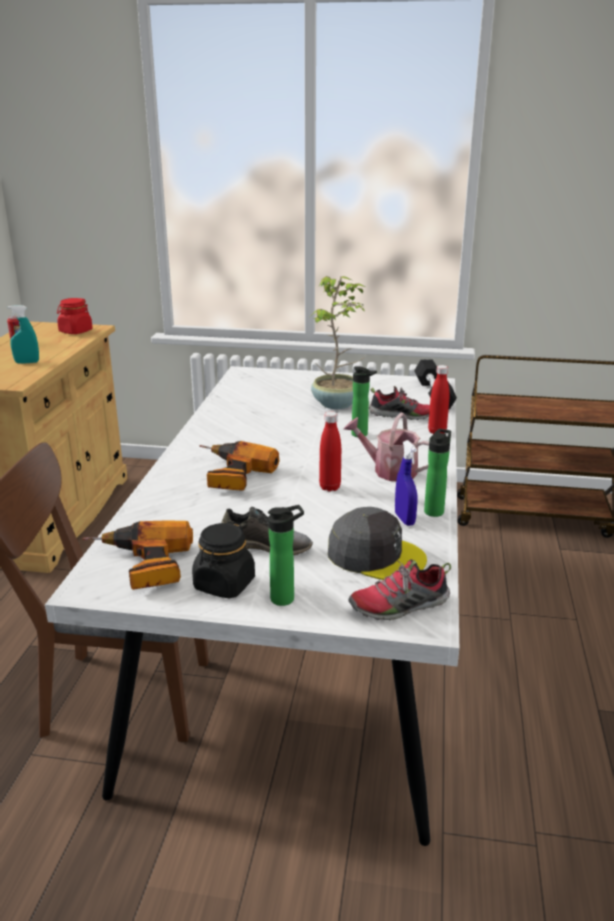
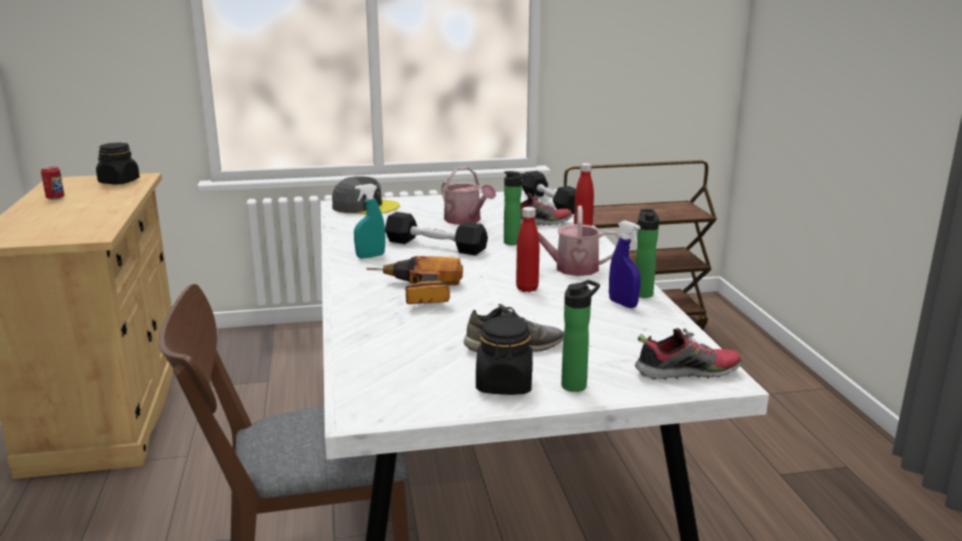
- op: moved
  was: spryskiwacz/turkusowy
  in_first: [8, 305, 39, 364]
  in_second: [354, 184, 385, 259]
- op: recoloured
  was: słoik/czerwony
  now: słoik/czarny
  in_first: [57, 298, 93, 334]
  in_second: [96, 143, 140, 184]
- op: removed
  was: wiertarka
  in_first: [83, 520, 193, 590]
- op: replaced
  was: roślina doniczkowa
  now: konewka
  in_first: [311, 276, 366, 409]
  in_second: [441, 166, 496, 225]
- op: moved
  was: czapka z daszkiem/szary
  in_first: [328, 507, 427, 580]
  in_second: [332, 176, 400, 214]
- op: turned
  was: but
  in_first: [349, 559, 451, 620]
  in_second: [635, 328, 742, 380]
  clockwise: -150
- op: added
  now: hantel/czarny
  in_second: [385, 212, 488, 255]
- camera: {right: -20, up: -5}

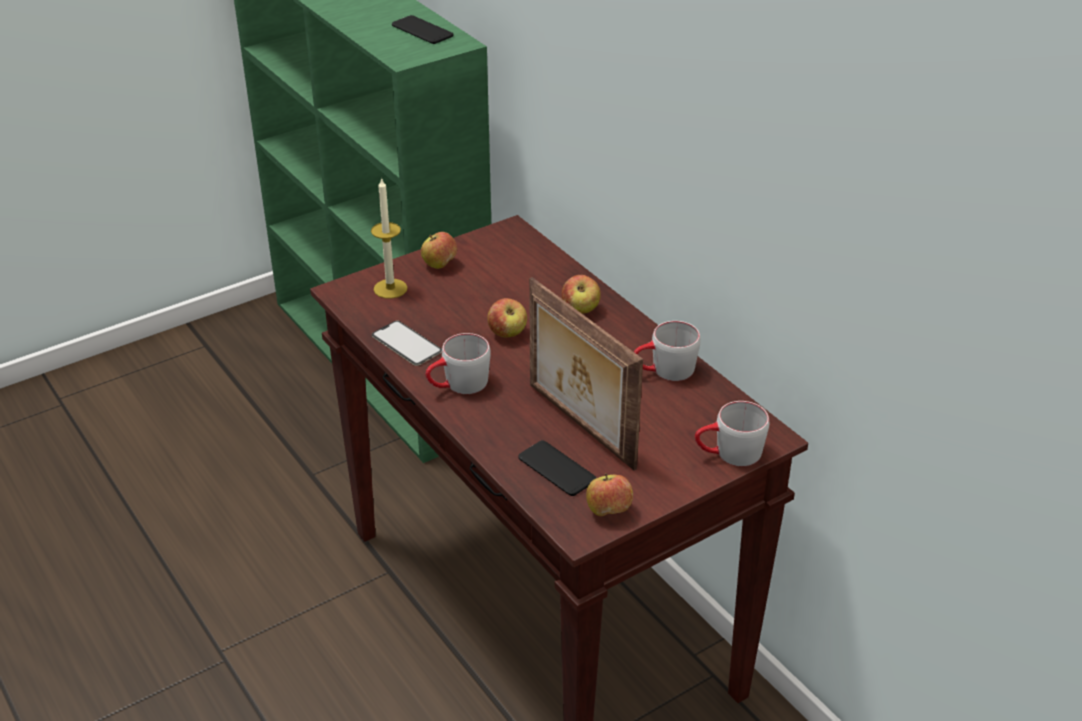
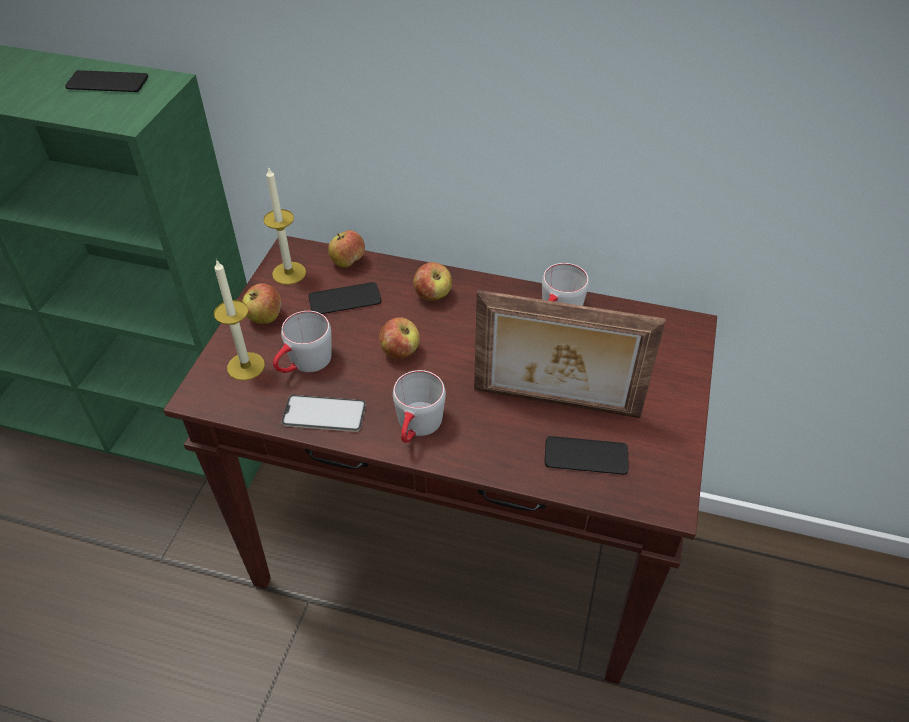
- op: moved
  was: jabłko
  in_first: [586, 473, 633, 516]
  in_second: [328, 230, 365, 268]
- op: moved
  was: kubek/szary
  in_first: [695, 401, 770, 466]
  in_second: [273, 311, 332, 373]
- op: added
  now: świeca
  in_second: [263, 168, 306, 285]
- op: added
  now: telefon
  in_second: [309, 282, 381, 314]
- camera: {right: -40, up: 10}

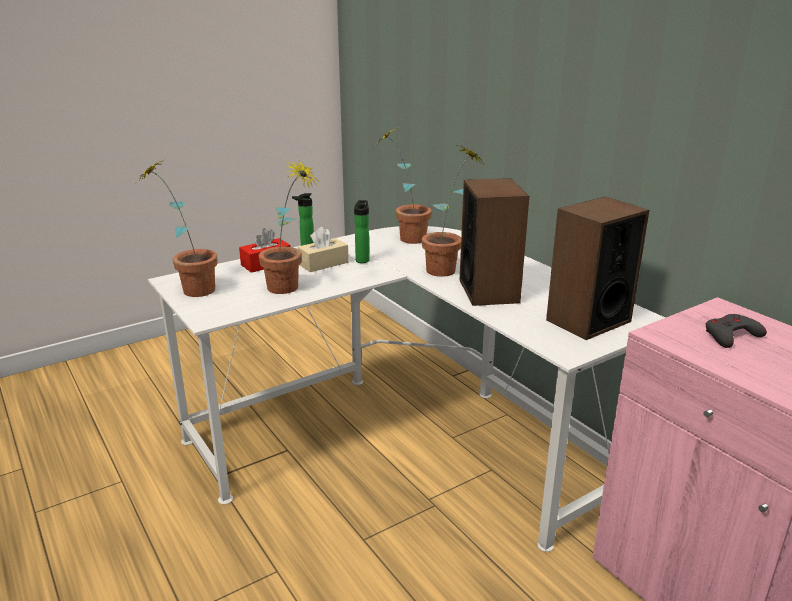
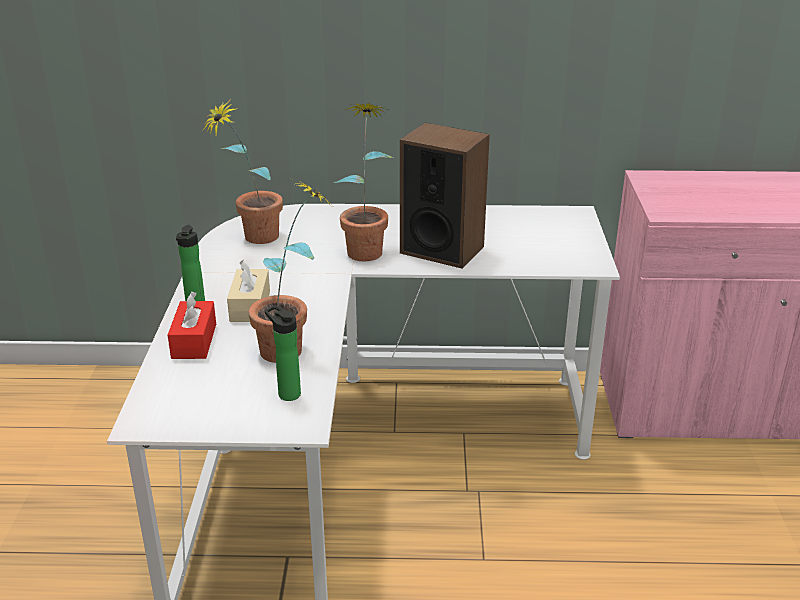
- op: removed
  was: roślina doniczkowa
  in_first: [138, 157, 217, 297]
- op: moved
  was: butelka
  in_first: [354, 200, 370, 263]
  in_second: [265, 305, 301, 401]
- op: removed
  was: głośnik
  in_first: [546, 197, 649, 340]
- op: removed
  was: pad do gier/szary
  in_first: [706, 314, 767, 348]
- camera: {right: -55, up: 5}

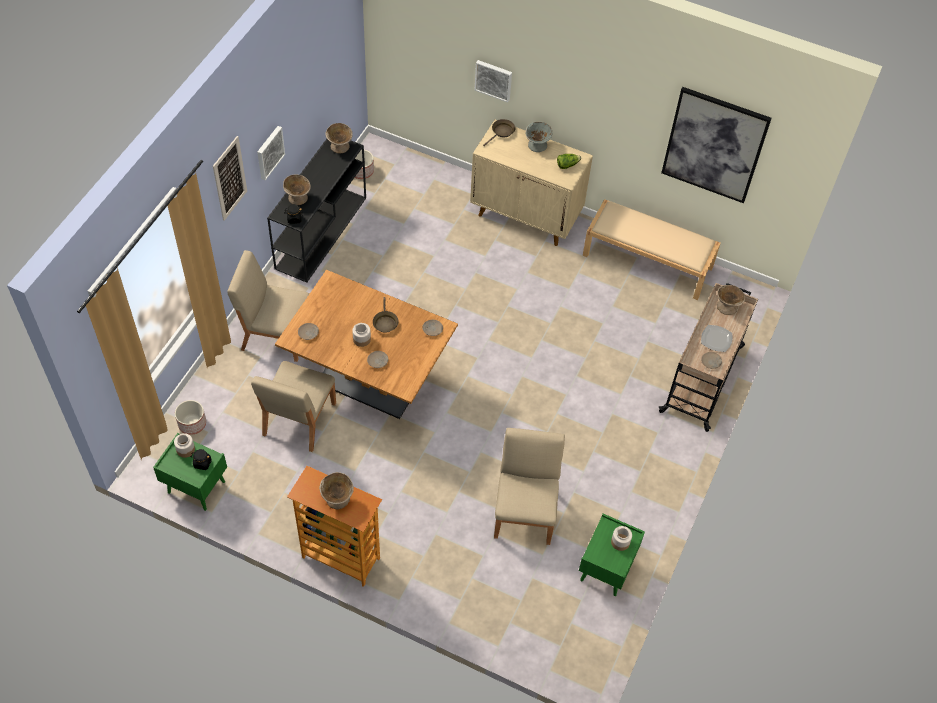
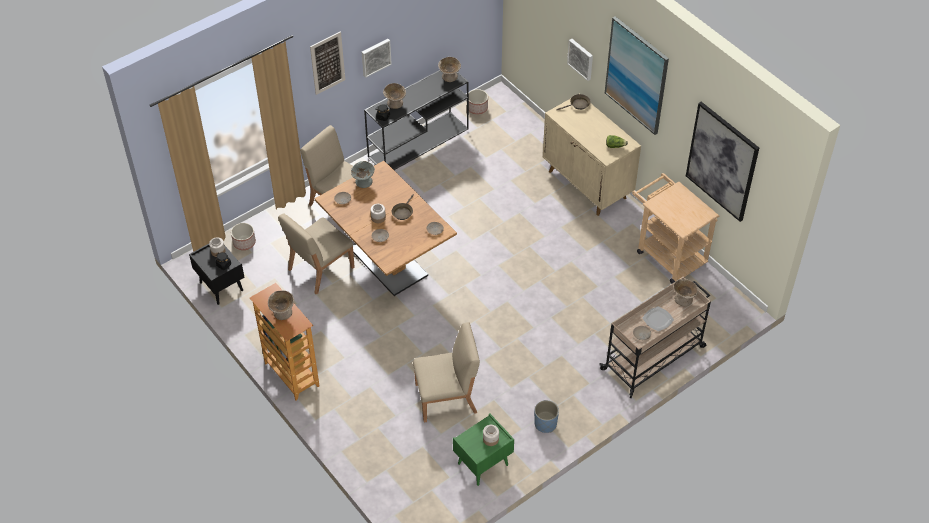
- op: recoloured
  was: szafka nocna/zielony
  now: szafka nocna/czarny
  in_first: [153, 433, 227, 511]
  in_second: [189, 244, 245, 305]
- op: turned
  was: krzesło/beżowy
  in_first: [494, 428, 565, 545]
  in_second: [413, 322, 480, 422]
  clockwise: 45
- op: moved
  was: miska/szary
  in_first: [526, 122, 552, 152]
  in_second: [351, 161, 375, 188]
- op: replaced
  was: ławka/beżowy
  now: wózek/beżowy
  in_first: [583, 199, 721, 300]
  in_second: [632, 173, 719, 284]
- op: added
  now: donica/niebieski
  in_second: [534, 400, 559, 433]
- op: added
  now: obraz
  in_second: [605, 16, 669, 135]
- camera: {right: 30, up: -5}

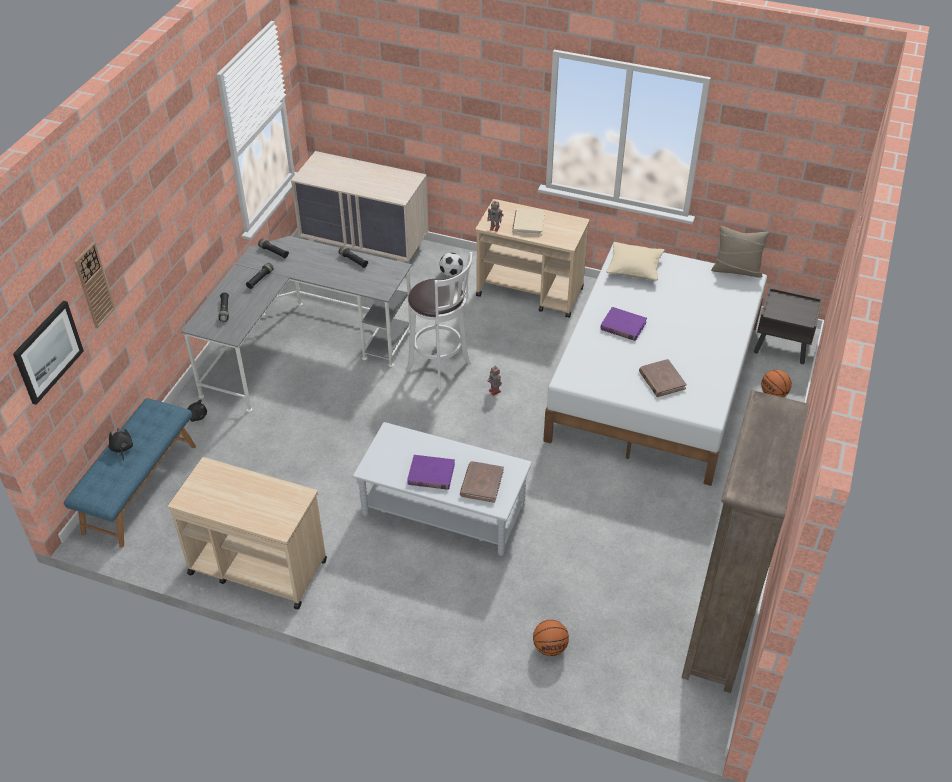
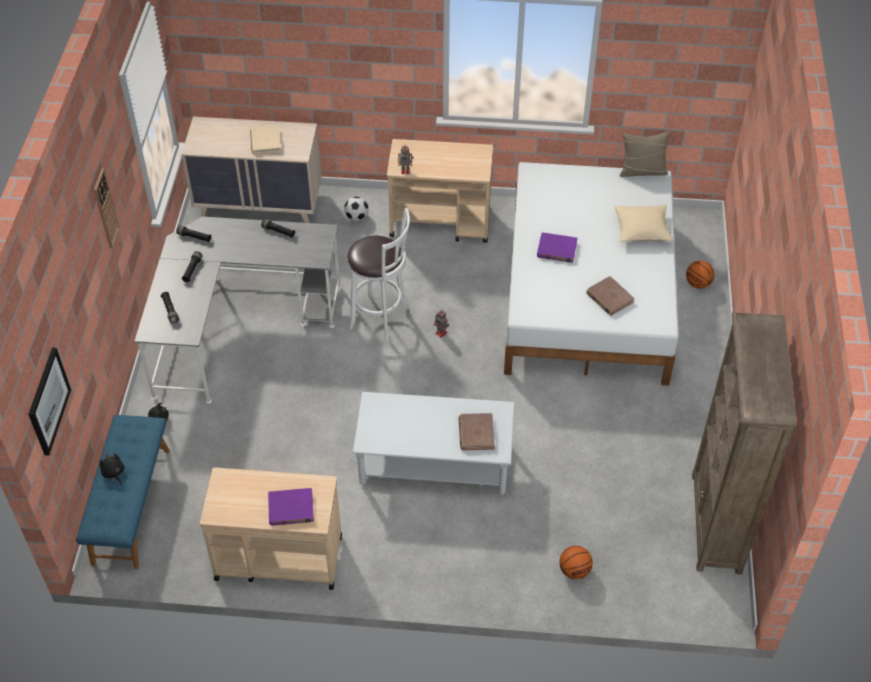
- op: moved
  was: zegar ścienny
  in_first: [74, 242, 115, 328]
  in_second: [94, 169, 119, 248]
- op: moved
  was: książka/fioletowy
  in_first: [407, 455, 455, 490]
  in_second: [268, 488, 314, 526]
- op: moved
  was: książka/beżowy
  in_first: [512, 208, 545, 236]
  in_second: [250, 125, 281, 154]
- op: moved
  was: poduszka/beżowy
  in_first: [606, 242, 664, 281]
  in_second: [615, 205, 672, 242]
- op: removed
  was: szafka nocna/brązowy
  in_first: [754, 287, 823, 364]
- camera: {right: -15, up: 5}

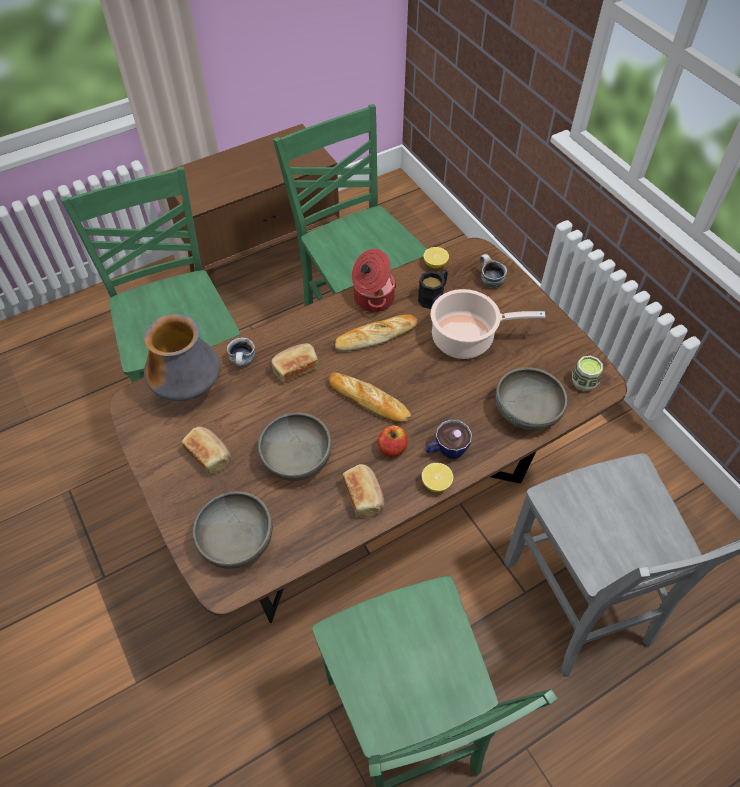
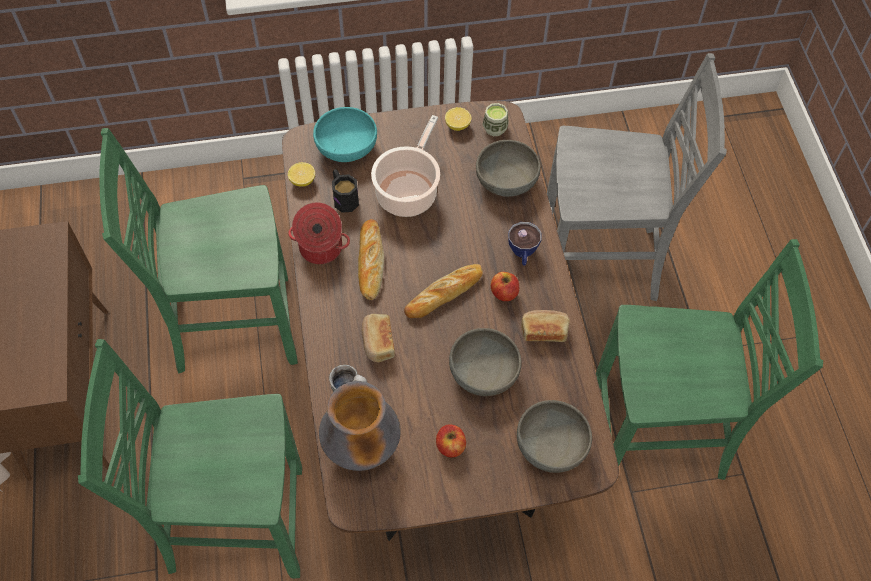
- op: replaced
  was: chleb
  now: jabłko
  in_first: [182, 427, 231, 475]
  in_second: [436, 424, 466, 458]
- op: moved
  was: cytryna
  in_first: [421, 463, 453, 492]
  in_second: [445, 107, 471, 131]
- op: replaced
  was: kubek
  now: miska/turkusowy
  in_first: [480, 254, 507, 287]
  in_second: [313, 107, 377, 162]
- camera: {right: -70, up: 5}

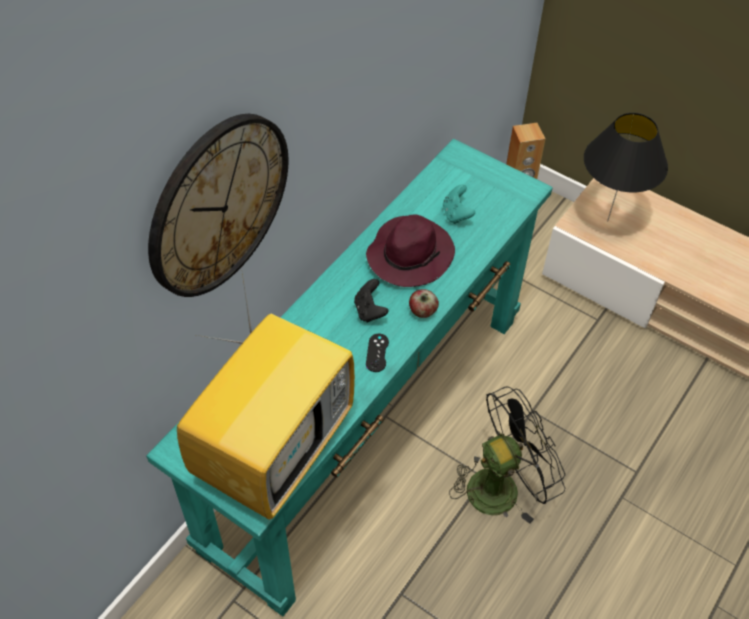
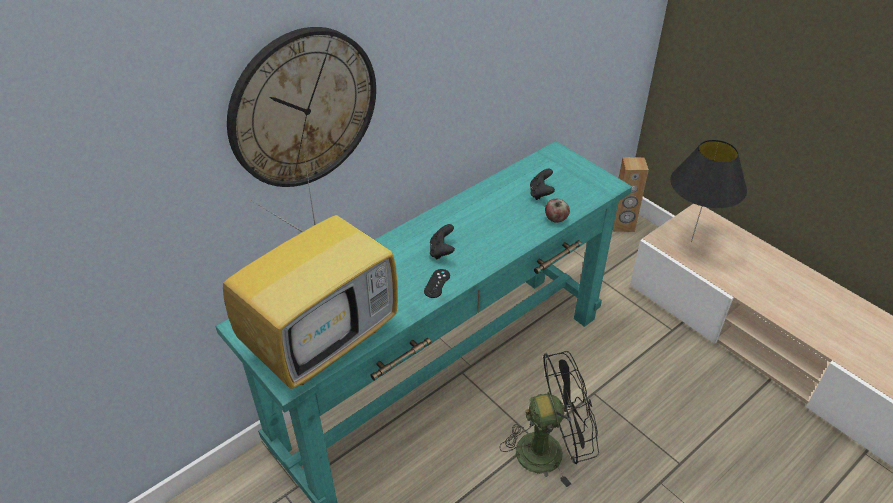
- op: removed
  was: kapelusz/fioletowy
  in_first: [366, 214, 455, 287]
- op: moved
  was: jabłko
  in_first: [409, 289, 439, 318]
  in_second: [545, 199, 570, 223]
- op: recoloured
  was: pad do gier/turkusowy
  now: pad do gier/czarny
  in_first: [443, 184, 475, 224]
  in_second: [530, 169, 555, 200]
- camera: {right: 15, up: -10}

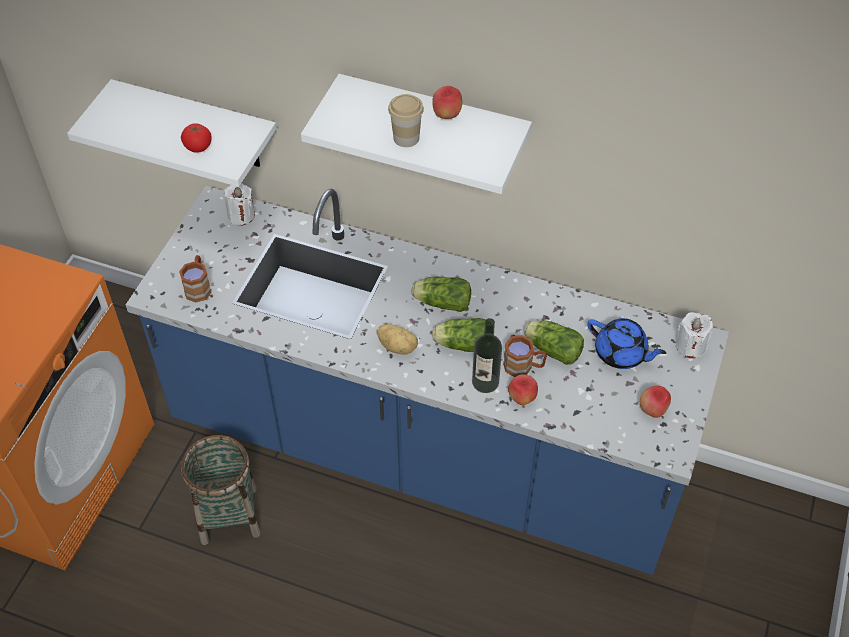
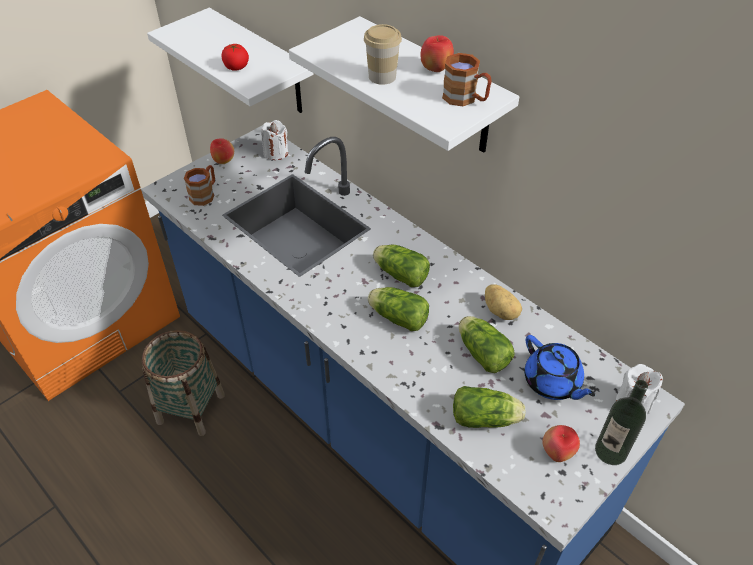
- op: moved
  was: ziemniak
  in_first: [377, 324, 418, 355]
  in_second: [485, 284, 522, 320]
- op: moved
  was: butelka
  in_first: [472, 318, 502, 393]
  in_second: [595, 380, 648, 465]
- op: moved
  was: kubek/brązowy
  in_first: [503, 335, 547, 377]
  in_second: [442, 53, 492, 106]
- op: moved
  was: jabłko
  in_first: [508, 374, 538, 405]
  in_second: [210, 138, 234, 164]
- op: added
  now: sałata
  in_second: [453, 386, 526, 428]
- camera: {right: 25, up: -5}

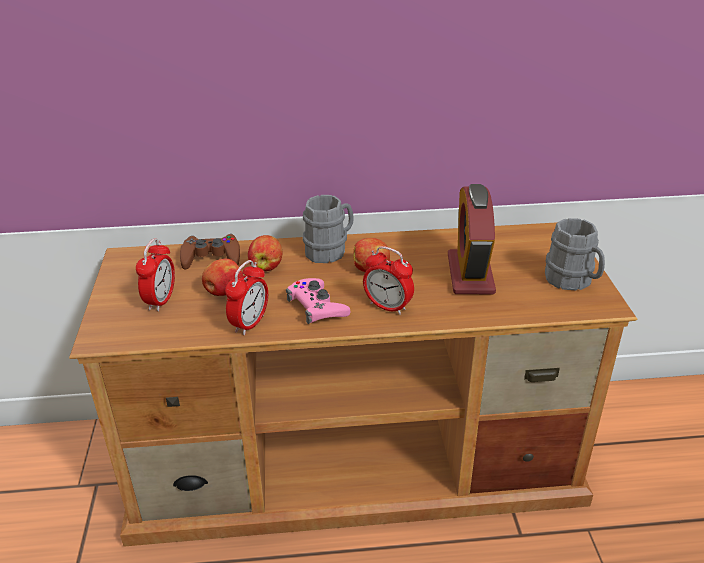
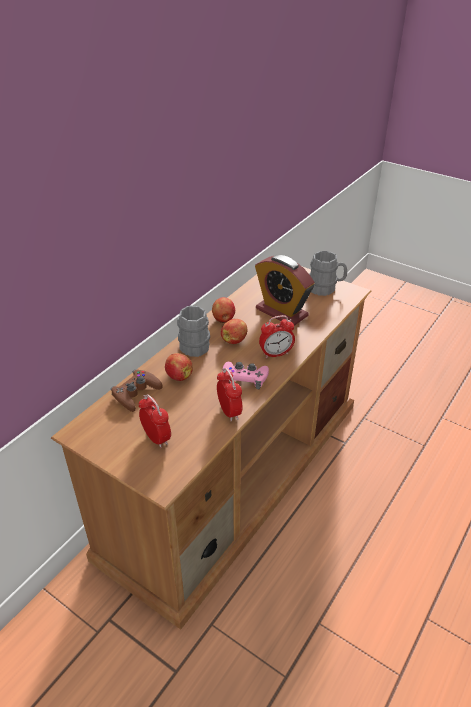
- op: moved
  was: jabłko
  in_first: [202, 258, 243, 296]
  in_second: [212, 297, 235, 323]
- camera: {right: -50, up: 5}

